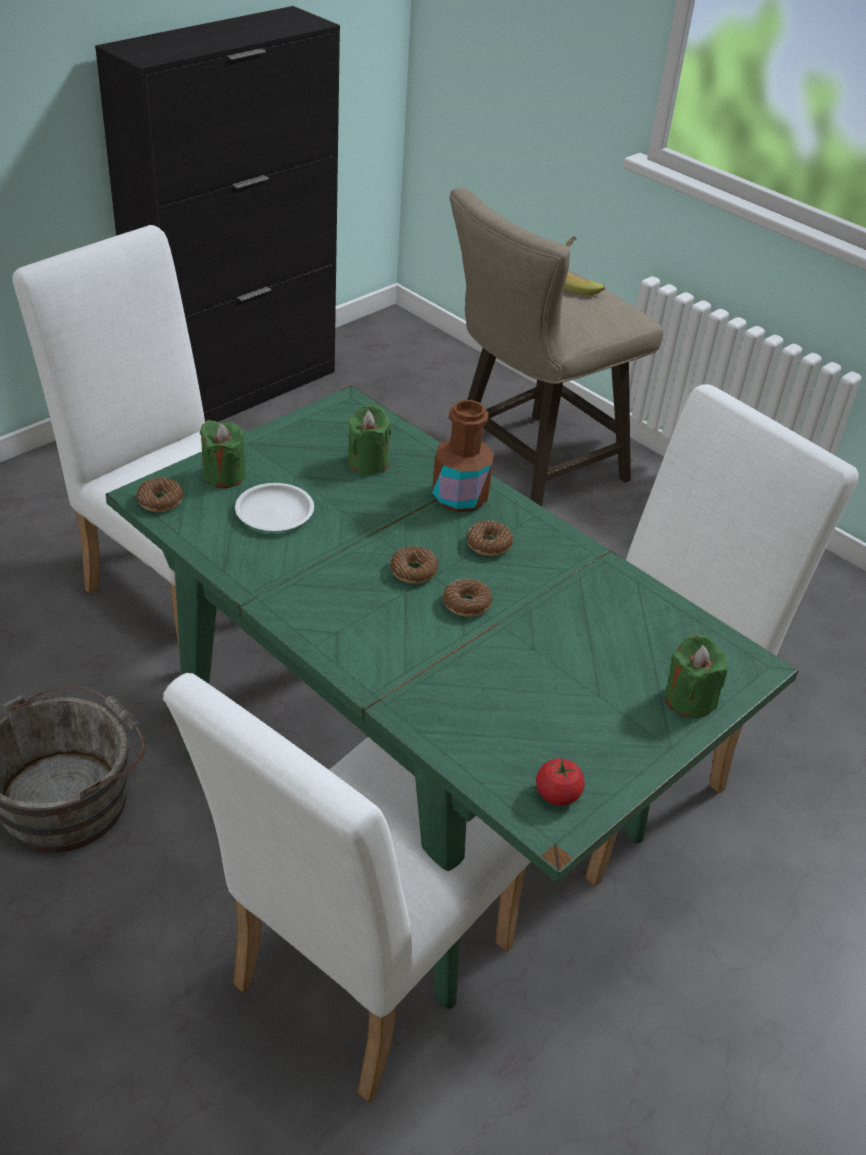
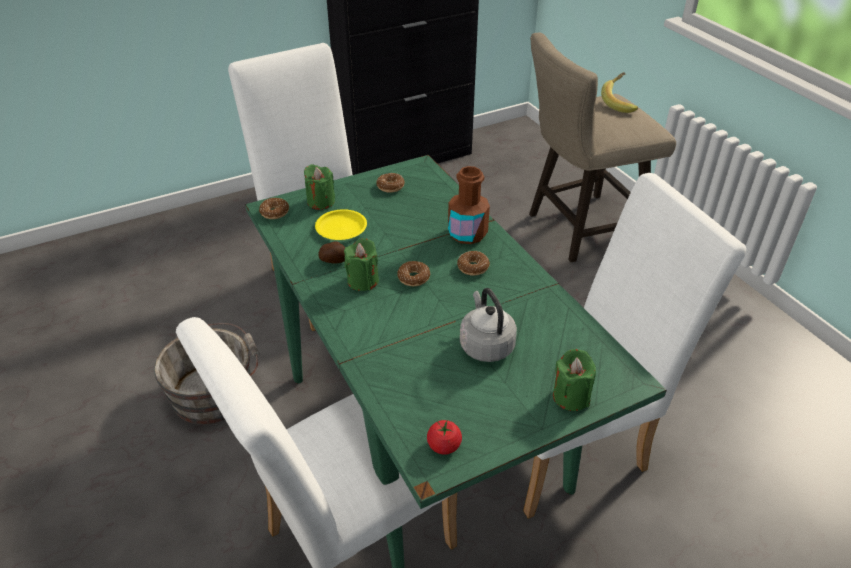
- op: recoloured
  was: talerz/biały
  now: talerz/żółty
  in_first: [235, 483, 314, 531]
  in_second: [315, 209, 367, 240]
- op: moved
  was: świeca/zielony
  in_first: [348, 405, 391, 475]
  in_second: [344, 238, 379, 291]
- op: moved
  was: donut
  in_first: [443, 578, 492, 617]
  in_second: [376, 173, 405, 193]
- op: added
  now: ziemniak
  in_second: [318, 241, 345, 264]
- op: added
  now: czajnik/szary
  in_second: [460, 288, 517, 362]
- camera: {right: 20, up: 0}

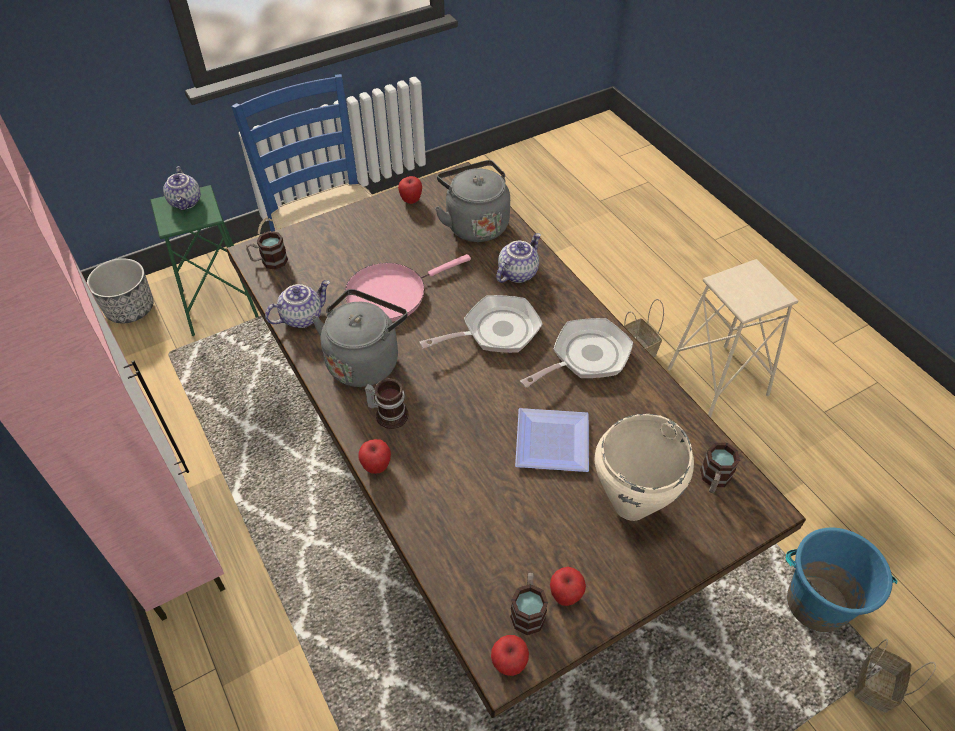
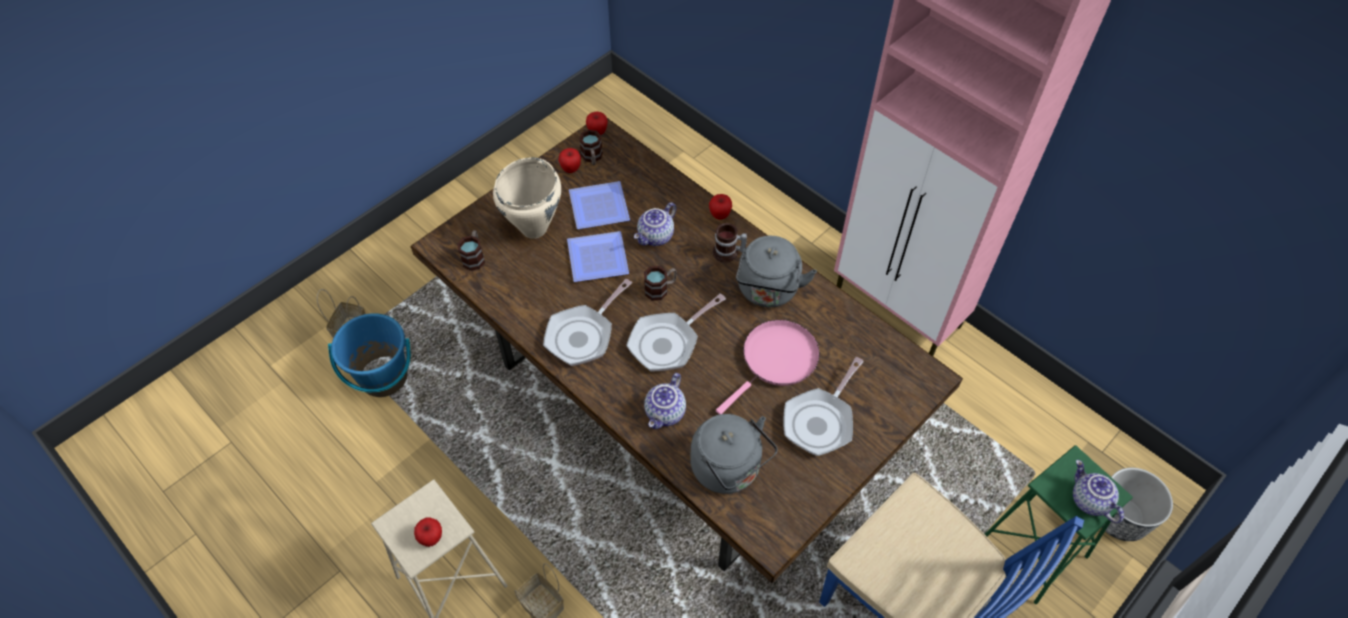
- op: moved
  was: kubek
  in_first: [246, 231, 288, 270]
  in_second: [644, 266, 677, 301]
- op: moved
  was: imbryk
  in_first: [265, 280, 330, 328]
  in_second: [634, 202, 676, 246]
- op: moved
  was: jabłko
  in_first: [398, 176, 422, 204]
  in_second: [414, 518, 442, 547]
- op: added
  now: talerz
  in_second: [569, 181, 630, 229]
- op: added
  now: patelnia
  in_second: [784, 357, 864, 456]
- camera: {right: 165, up: 5}

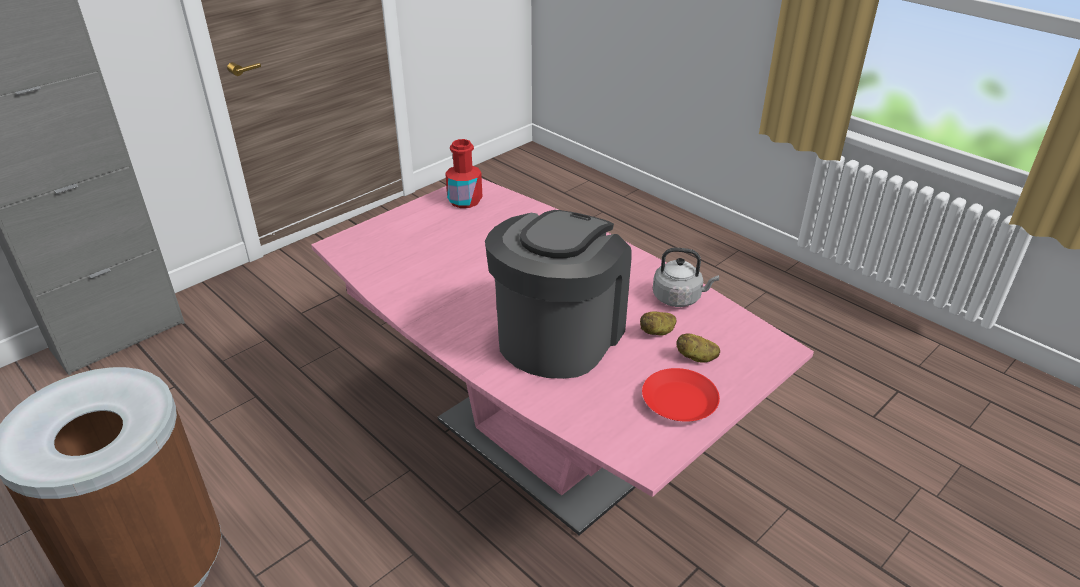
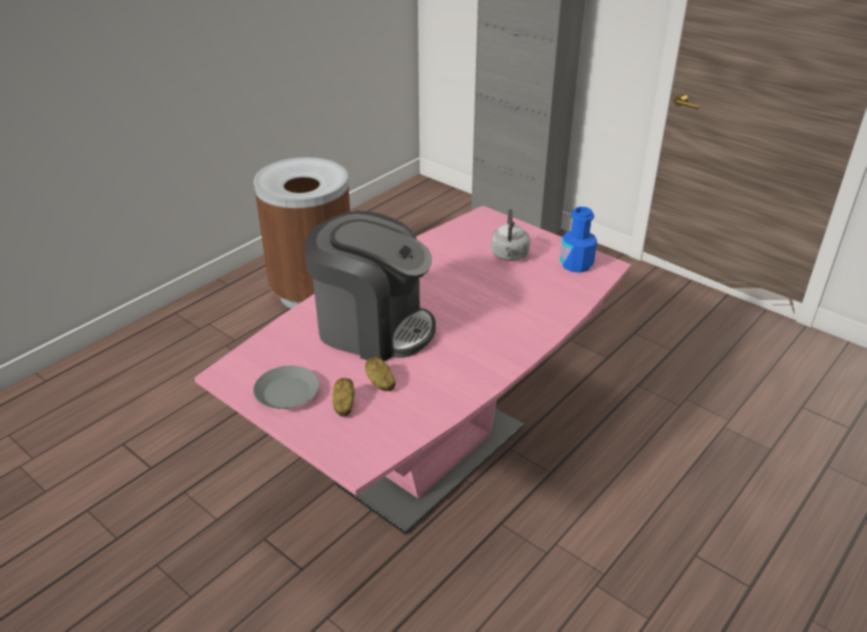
- op: recoloured
  was: butelka/czerwony
  now: butelka/niebieski
  in_first: [445, 139, 483, 208]
  in_second: [560, 207, 597, 273]
- op: recoloured
  was: talerz/czerwony
  now: talerz/szary
  in_first: [642, 368, 720, 422]
  in_second: [253, 366, 319, 409]
- op: moved
  was: czajnik/szary
  in_first: [653, 248, 719, 307]
  in_second: [491, 209, 530, 261]
- camera: {right: 85, up: 0}

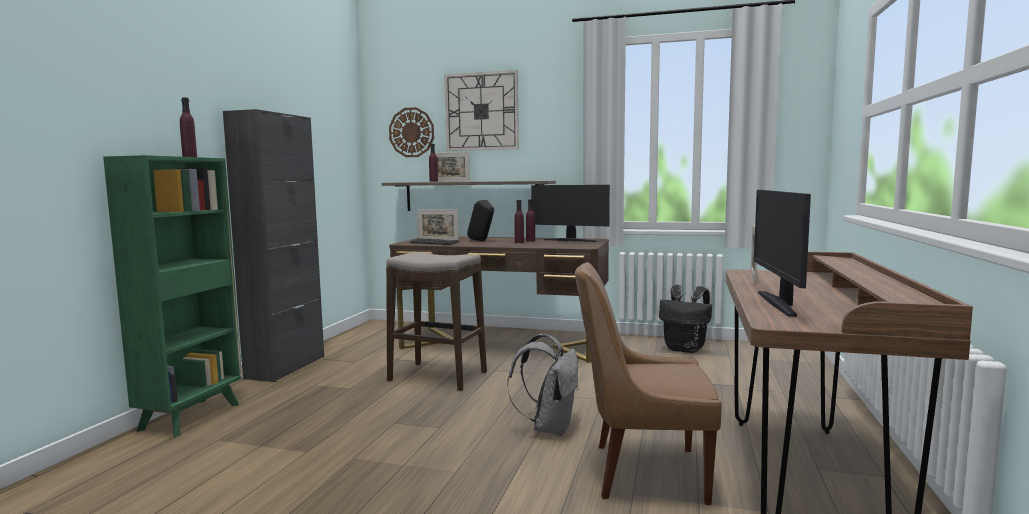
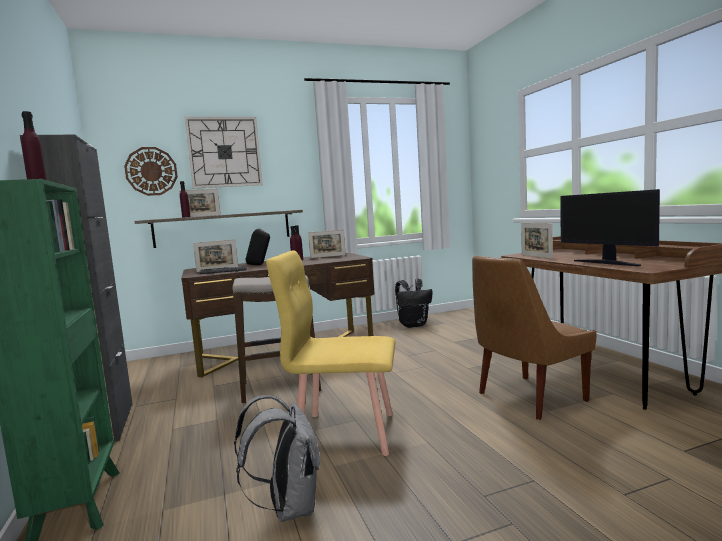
- op: moved
  was: plecak/szary
  in_first: [507, 334, 579, 436]
  in_second: [234, 395, 320, 522]
- op: replaced
  was: monitor
  now: ramka na zdjęcie
  in_first: [531, 185, 610, 242]
  in_second: [308, 230, 346, 258]
- op: added
  now: krzesło/żółty
  in_second: [266, 250, 395, 456]
- camera: {right: -35, up: 0}

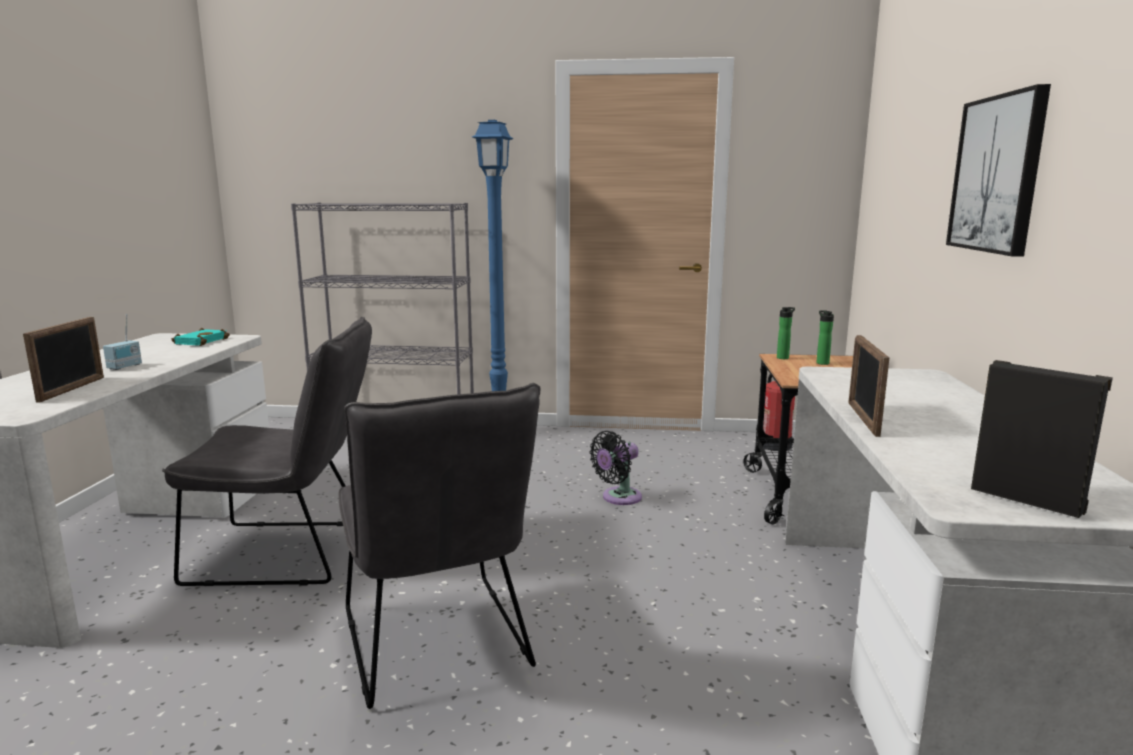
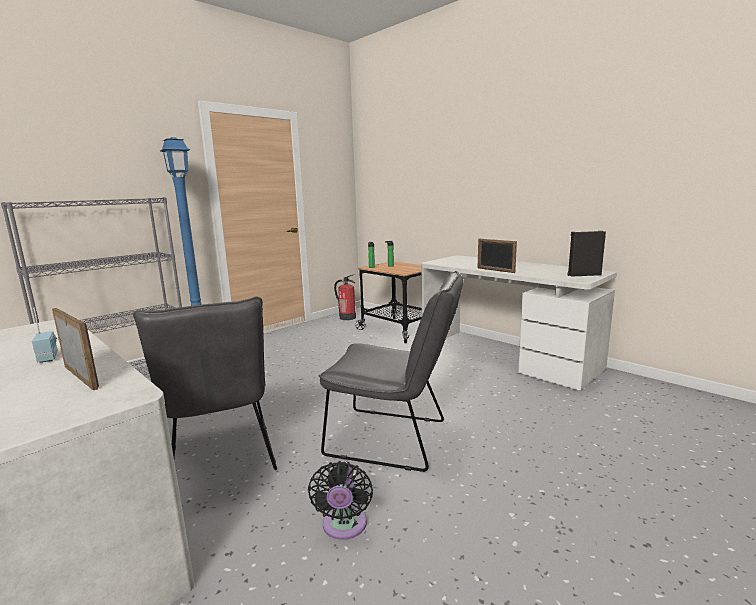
- op: turned
  was: krzesło/szary
  in_first: [162, 317, 372, 586]
  in_second: [133, 296, 277, 470]
  clockwise: 120
- op: removed
  was: książka/turkusowy
  in_first: [172, 328, 230, 346]
- op: moved
  was: wentylator/czarny
  in_first: [589, 431, 642, 505]
  in_second: [308, 460, 373, 540]
- op: removed
  was: obraz
  in_first: [946, 84, 1051, 256]
- camera: {right: -50, up: 0}

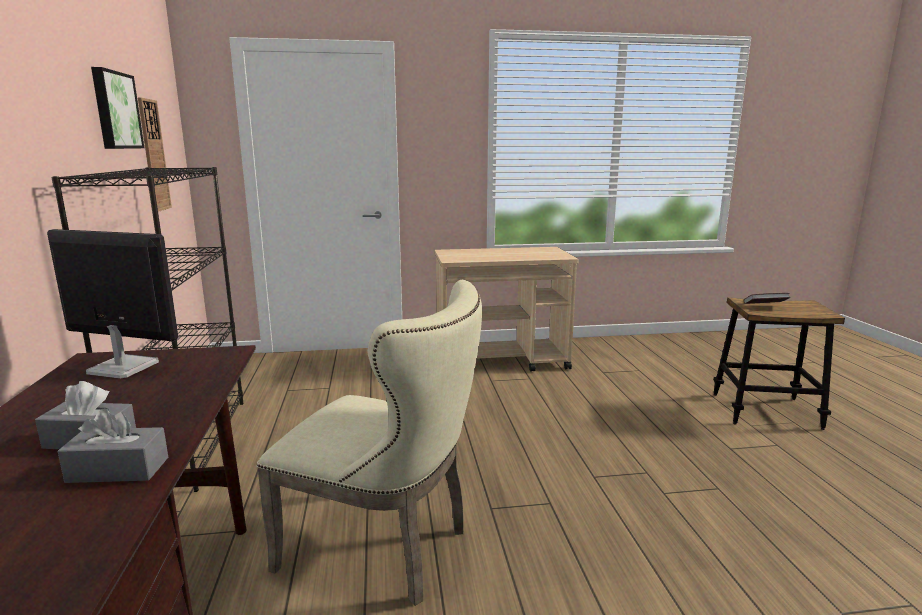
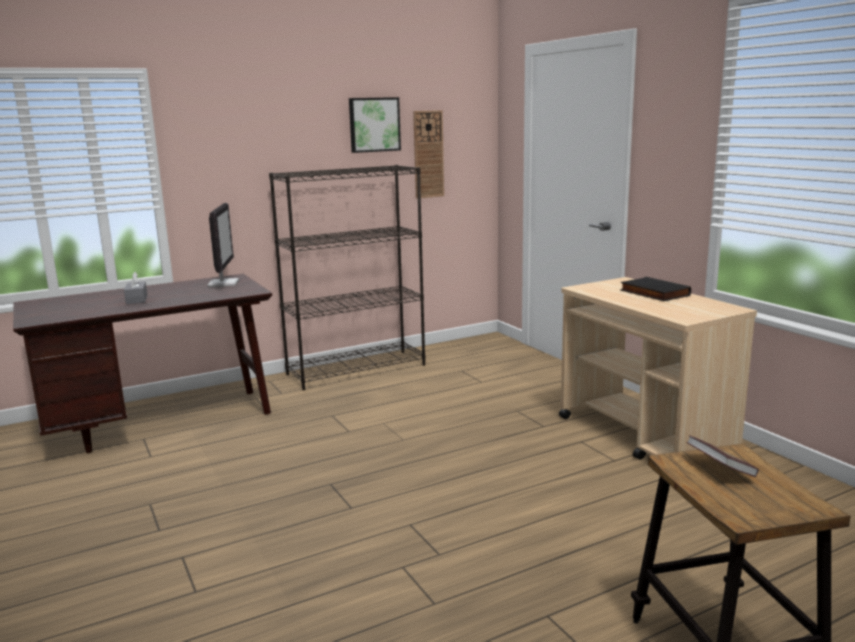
- op: removed
  was: pudełko chusteczek/szary
  in_first: [57, 408, 168, 483]
- op: removed
  was: krzesło/beżowy
  in_first: [257, 280, 482, 606]
- op: added
  now: książka/czarny
  in_second: [620, 277, 691, 301]
- camera: {right: 70, up: 0}

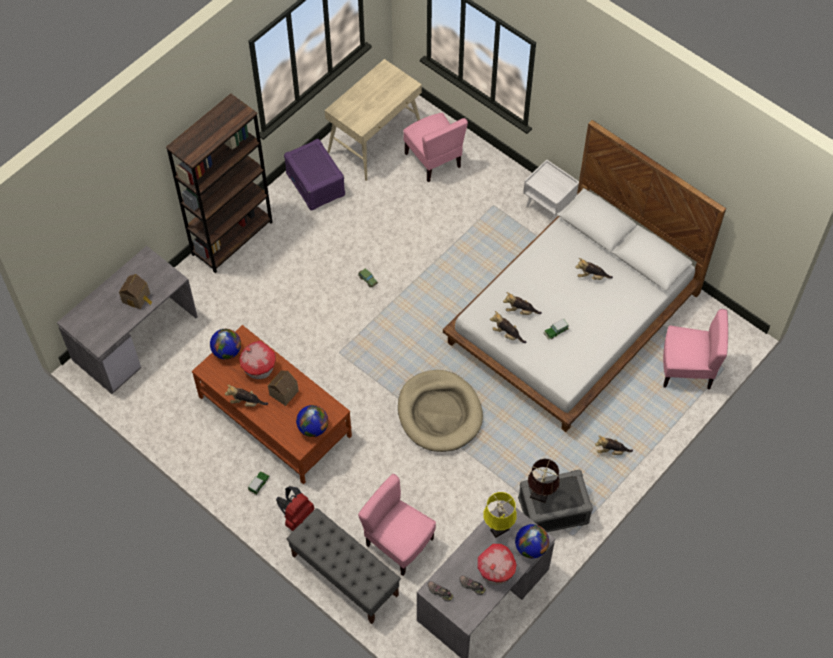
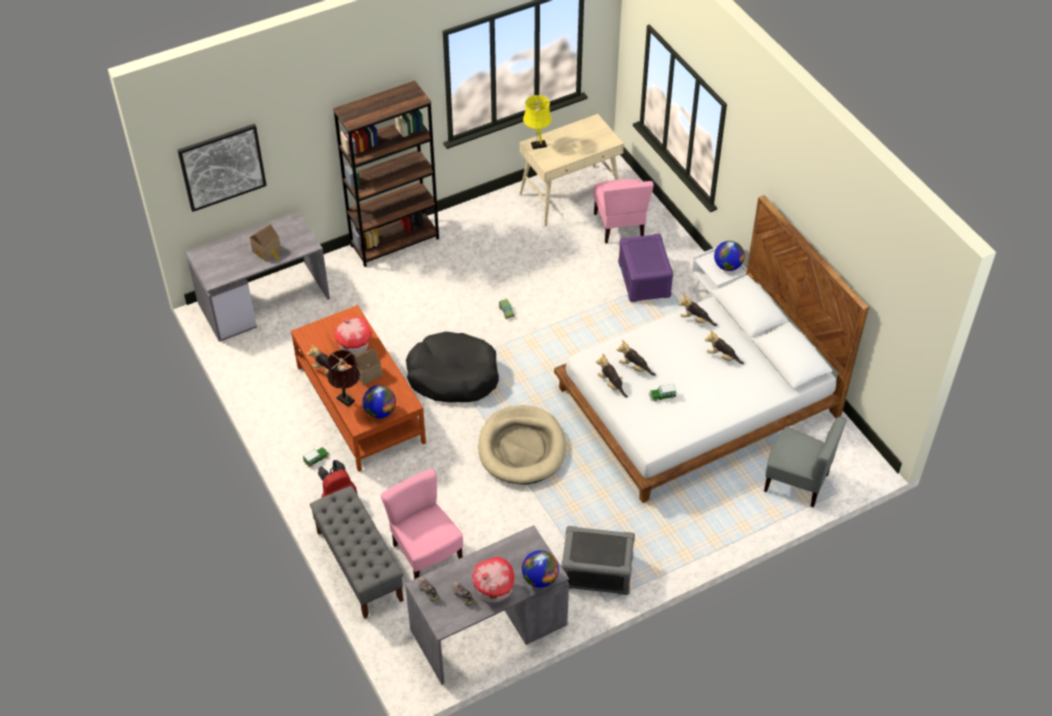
- op: moved
  was: globus
  in_first: [210, 329, 241, 360]
  in_second: [714, 241, 745, 271]
- op: moved
  was: pojemnik do przechowywania/fioletowy
  in_first: [284, 139, 345, 210]
  in_second: [618, 234, 673, 302]
- op: moved
  was: lampa stołowa/żółty
  in_first: [483, 492, 517, 538]
  in_second: [523, 95, 552, 149]
- op: moved
  was: lampa stołowa/brązowy
  in_first: [528, 459, 560, 503]
  in_second: [327, 350, 360, 407]
- op: moved
  was: pluszak
  in_first: [595, 436, 633, 455]
  in_second: [678, 294, 717, 326]
- op: recoloured
  was: krzesło/różowy
  now: krzesło/szary
  in_first: [663, 309, 728, 389]
  in_second: [764, 416, 847, 508]
- op: added
  now: obraz
  in_second: [177, 124, 267, 212]
- op: added
  now: legowisko/czarny
  in_second: [406, 332, 499, 402]
- camera: {right: 20, up: -10}

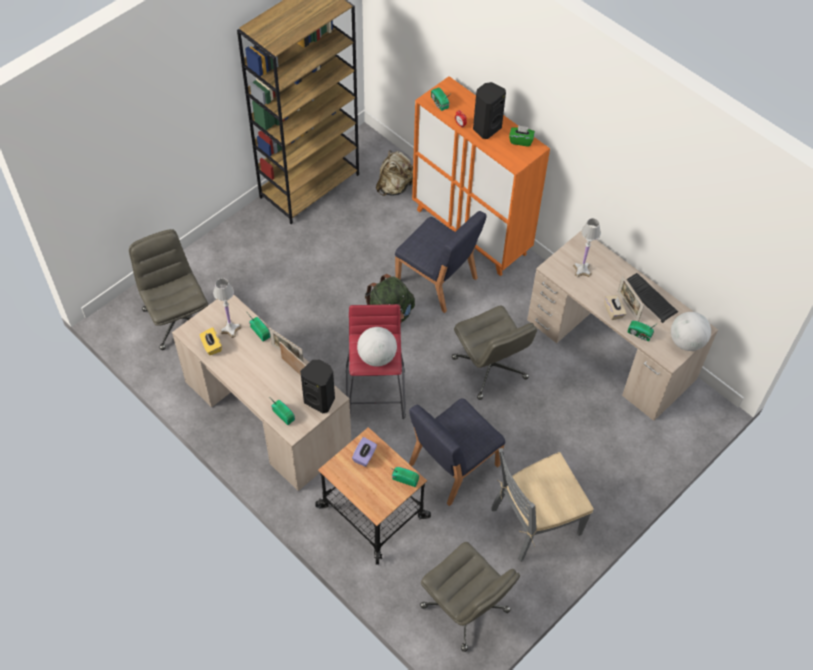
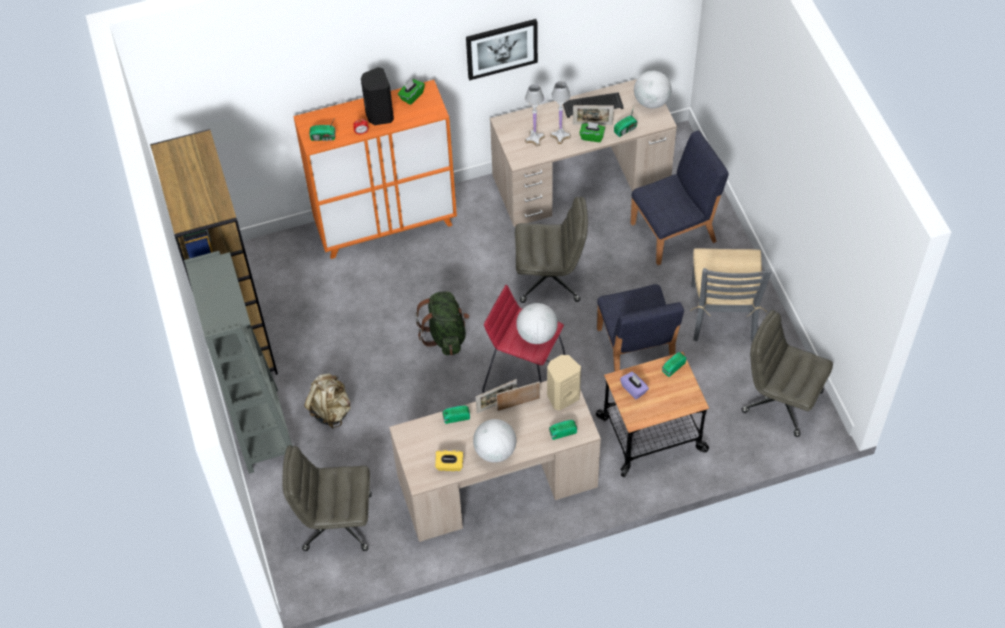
- op: moved
  was: lampa stołowa/biały
  in_first: [213, 278, 241, 338]
  in_second: [550, 81, 571, 144]
- op: recoloured
  was: głośnik/czarny
  now: głośnik/beżowy
  in_first: [300, 360, 335, 413]
  in_second: [547, 355, 581, 411]
- op: moved
  was: plecak/beżowy
  in_first: [376, 150, 413, 196]
  in_second: [304, 373, 351, 429]
- op: moved
  was: krzesło/niebieski
  in_first: [395, 211, 487, 313]
  in_second: [631, 130, 729, 265]
- op: turned
  was: krzesło biurowe/szary
  in_first: [420, 542, 520, 652]
  in_second: [741, 310, 833, 437]
  clockwise: -135
- op: recoloured
  was: pudełko chusteczek/beżowy
  now: pudełko chusteczek/zielony
  in_first: [604, 295, 626, 320]
  in_second: [579, 122, 605, 142]
- op: added
  now: regał/szary
  in_second: [184, 251, 293, 474]
- op: added
  now: obraz
  in_second: [466, 19, 538, 81]
- op: added
  now: globus
  in_second: [473, 419, 516, 463]
- camera: {right: -60, up: 0}

